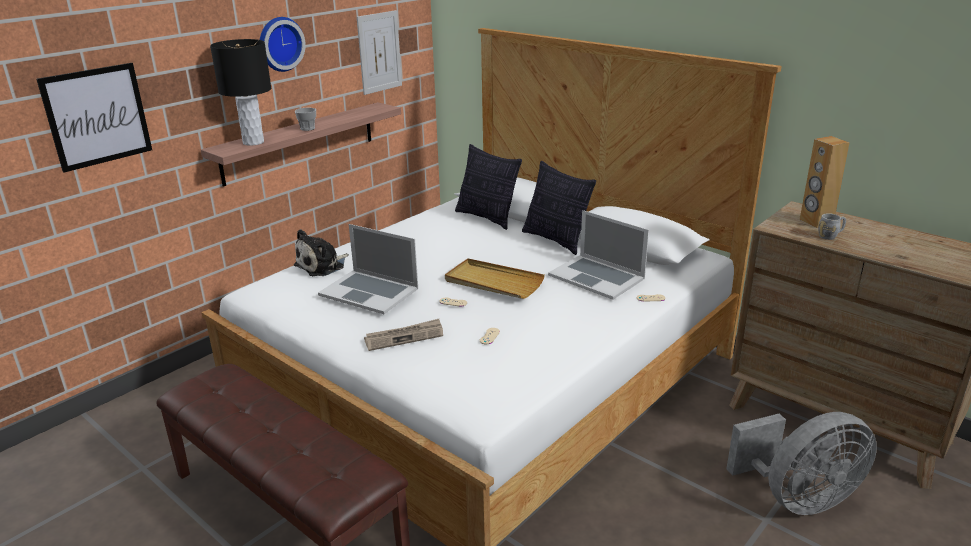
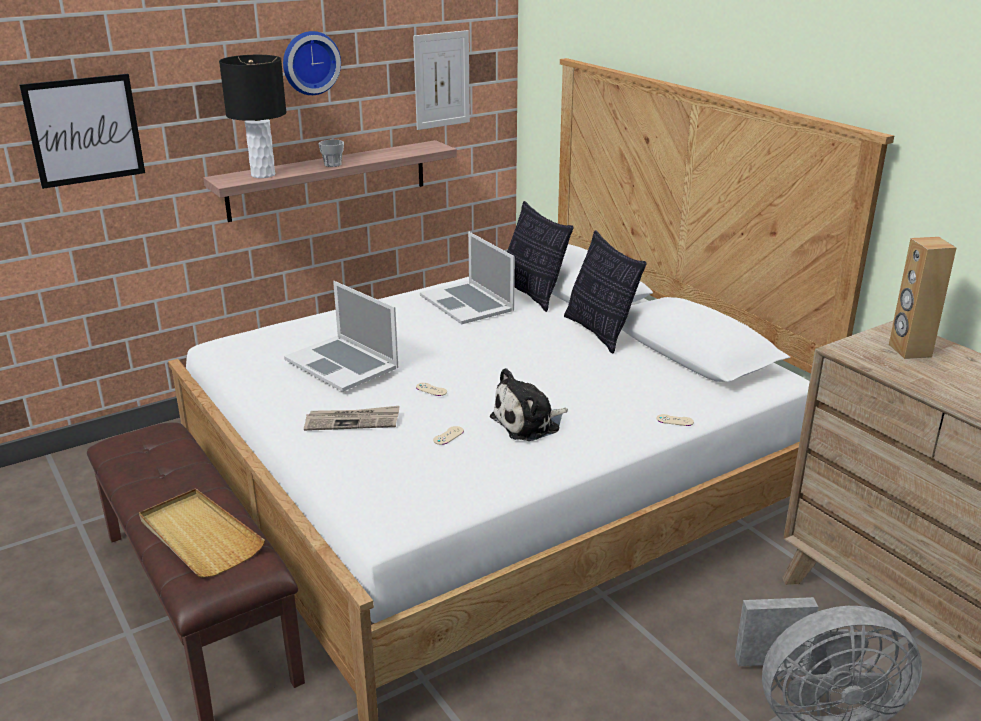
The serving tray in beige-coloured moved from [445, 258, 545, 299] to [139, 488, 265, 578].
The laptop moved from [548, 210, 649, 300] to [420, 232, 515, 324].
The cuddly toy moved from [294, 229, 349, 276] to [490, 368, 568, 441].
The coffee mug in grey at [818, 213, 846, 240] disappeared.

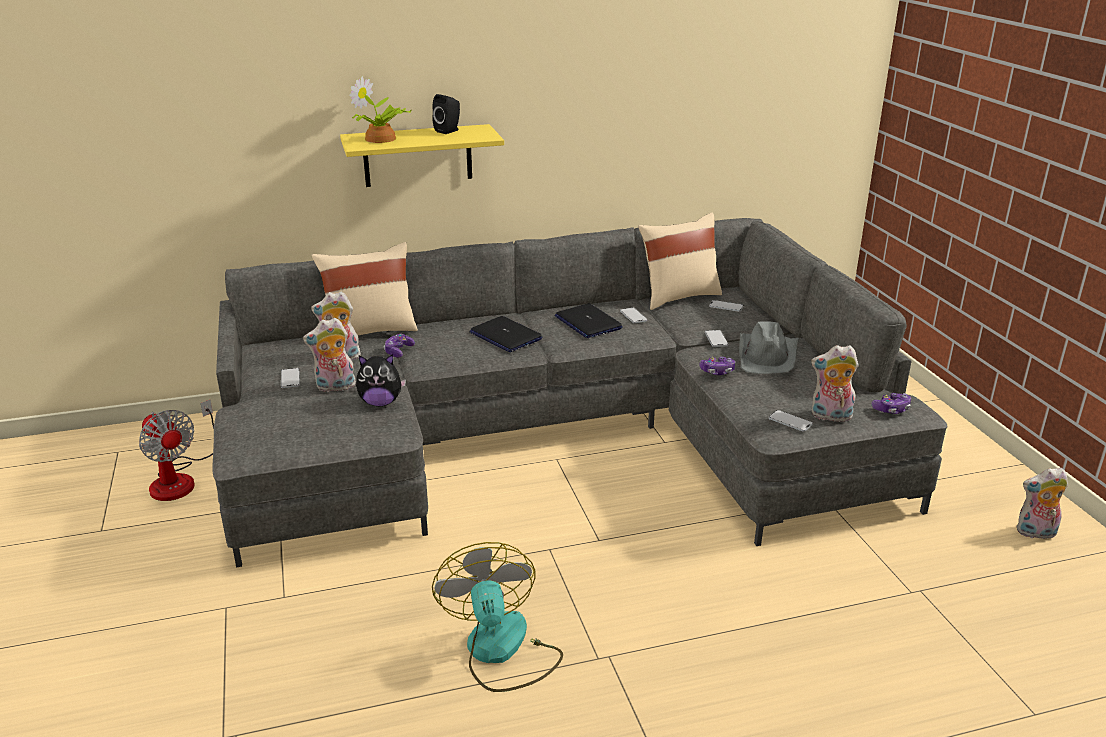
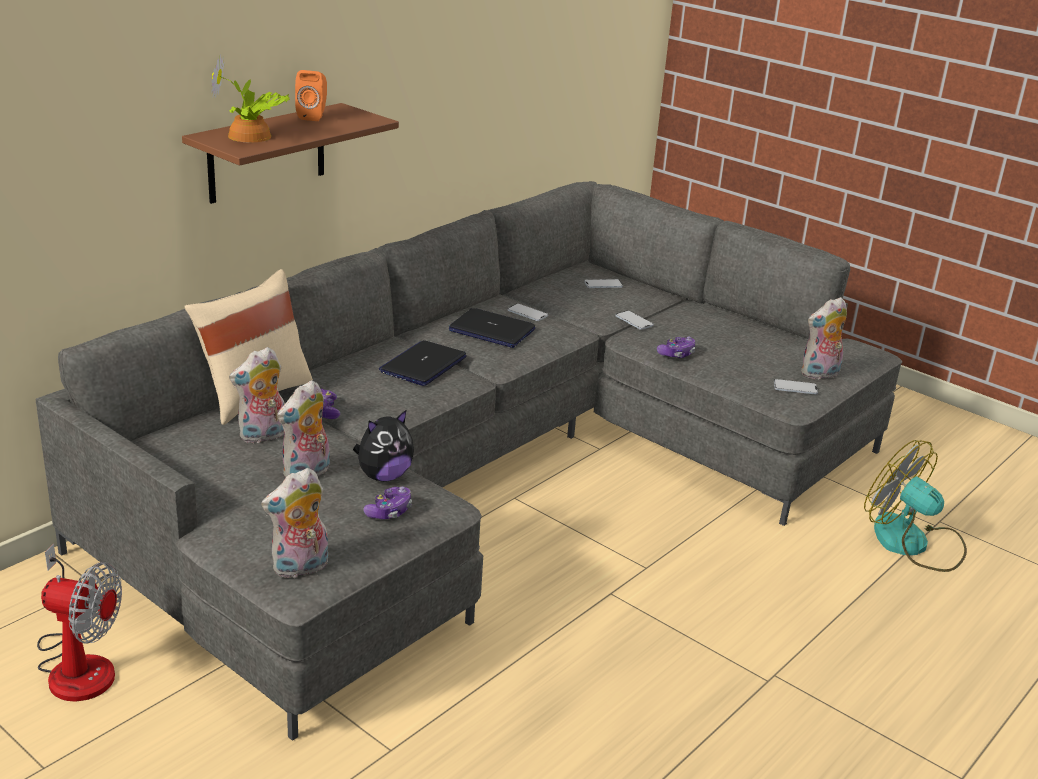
The bracket shelf in yellowish at [340, 124, 504, 187] became the bracket shelf in brown at [182, 103, 399, 204].
The cuddly toy moved from [1016, 468, 1068, 539] to [261, 468, 328, 578].
The speaker in black at [432, 94, 460, 134] became the speaker in orangey at [295, 70, 327, 121].
The game controller moved from [871, 393, 911, 414] to [363, 487, 412, 519].
The laptop at [470, 316, 543, 352] turned 105 degrees clockwise.
The cooling fan moved from [432, 542, 563, 692] to [864, 440, 967, 572].
The telephone at [281, 368, 300, 388] disappeared.
The pillow in beige-coloured at [638, 212, 722, 310] disappeared.
The wearable hat in grey at [739, 322, 798, 374] disappeared.

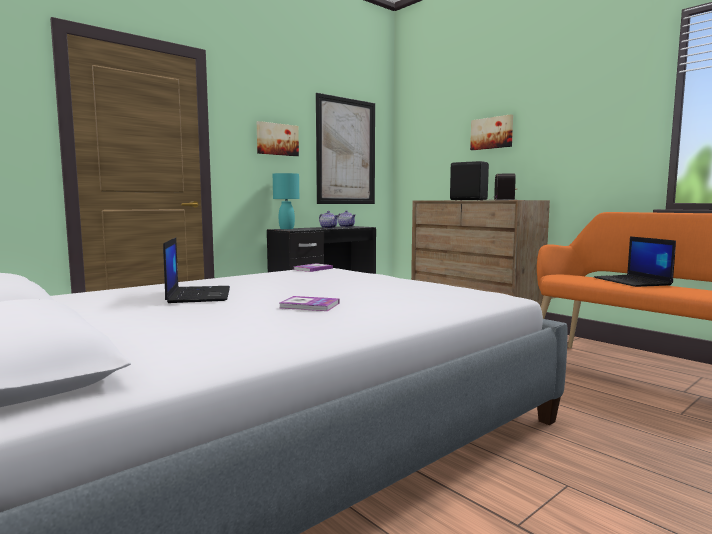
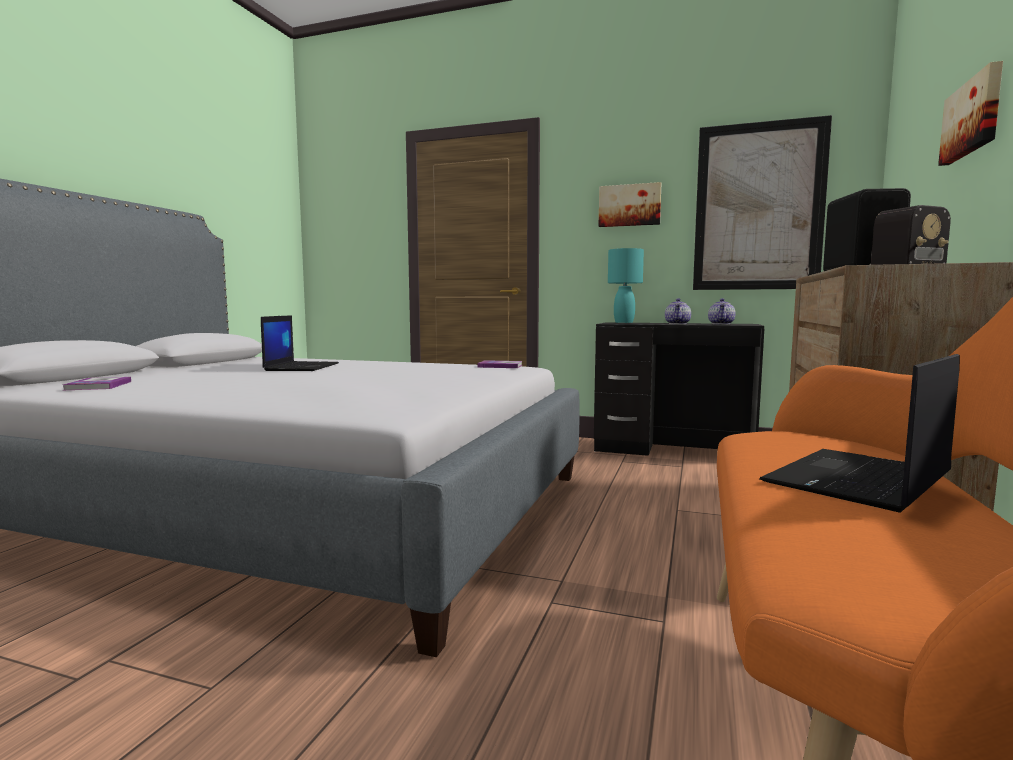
The volume moved from [280, 296, 340, 311] to [63, 377, 131, 390].
The laptop at [163, 238, 230, 303] turned 45 degrees counterclockwise.

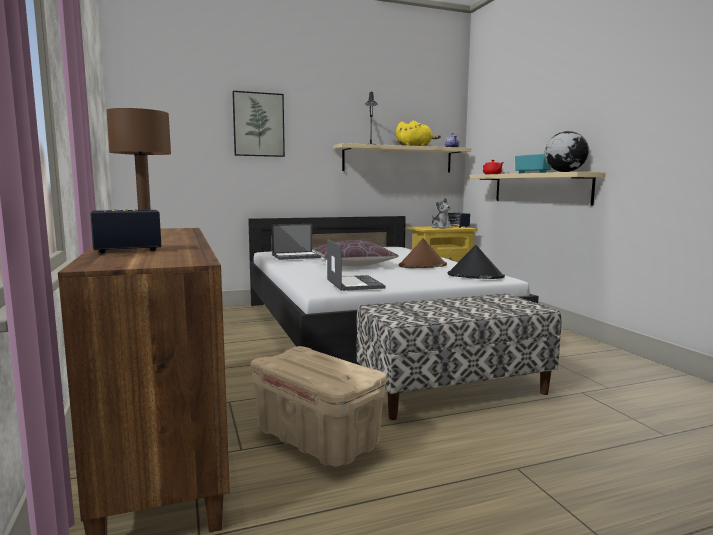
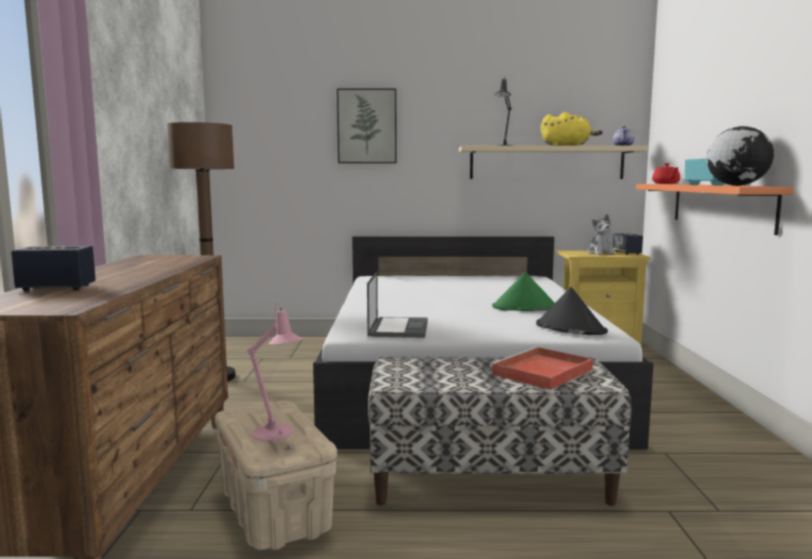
The lamp for a table in pink at [248, 302, 302, 441] appeared.
The serving tray in red-coloured at [490, 347, 593, 390] appeared.
The wearable hat in brown at [399, 238, 447, 268] became the wearable hat in green at [492, 272, 555, 311].
The bracket shelf in beige-coloured at [470, 172, 606, 205] became the bracket shelf in orangey at [636, 184, 794, 235].
The laptop at [272, 224, 321, 260] disappeared.
The pillow in brown at [313, 240, 399, 267] disappeared.

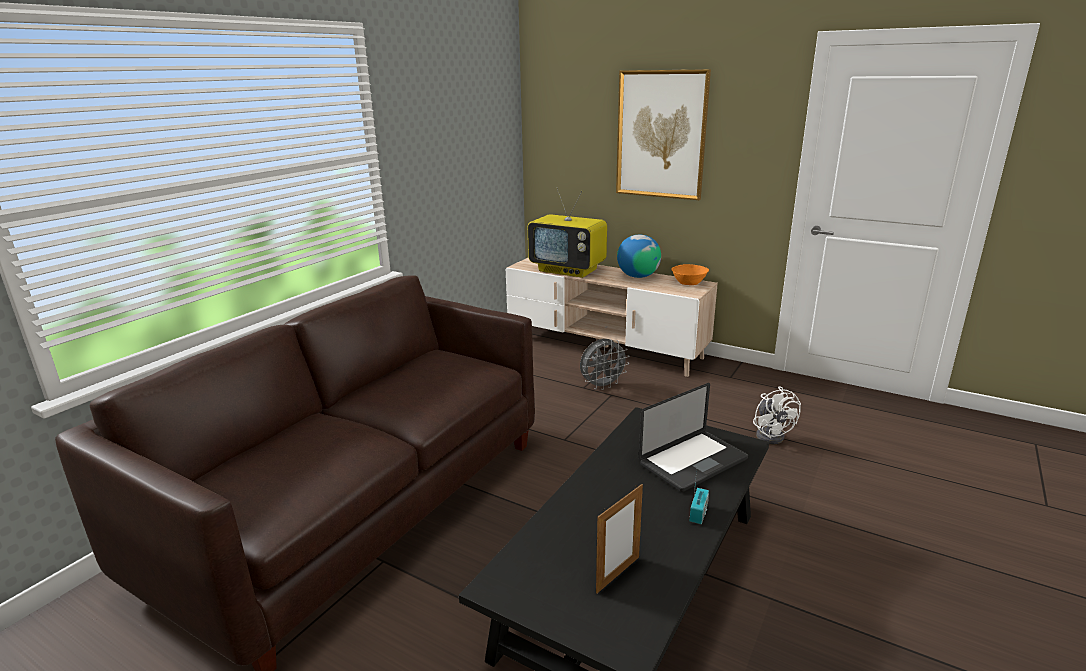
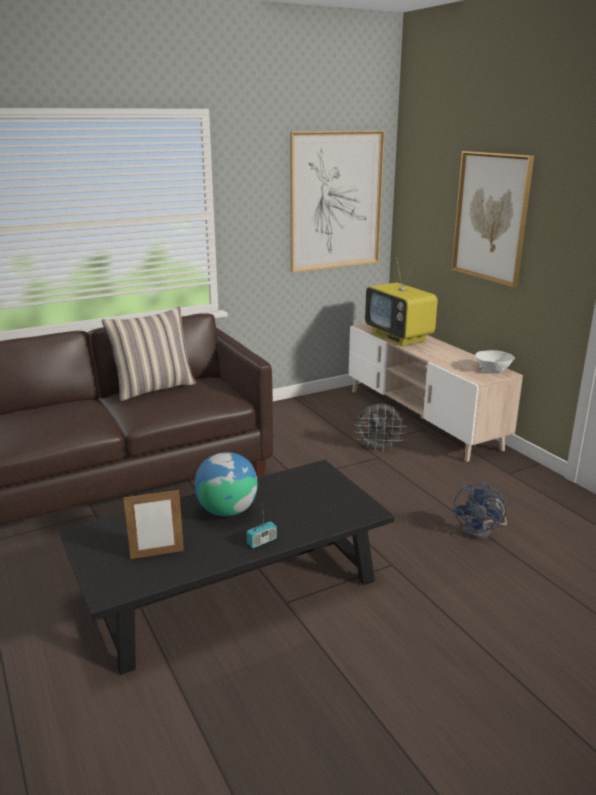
The pillow at [102, 307, 196, 401] appeared.
The globe moved from [617, 235, 661, 278] to [195, 452, 258, 516].
The wall art at [290, 130, 385, 273] appeared.
The cooling fan in whitish at [753, 386, 801, 444] became the cooling fan in bluish at [453, 482, 507, 539].
The bowl in orangey at [672, 264, 709, 285] became the bowl in whitish at [475, 350, 515, 373].
The laptop at [639, 383, 748, 492] disappeared.

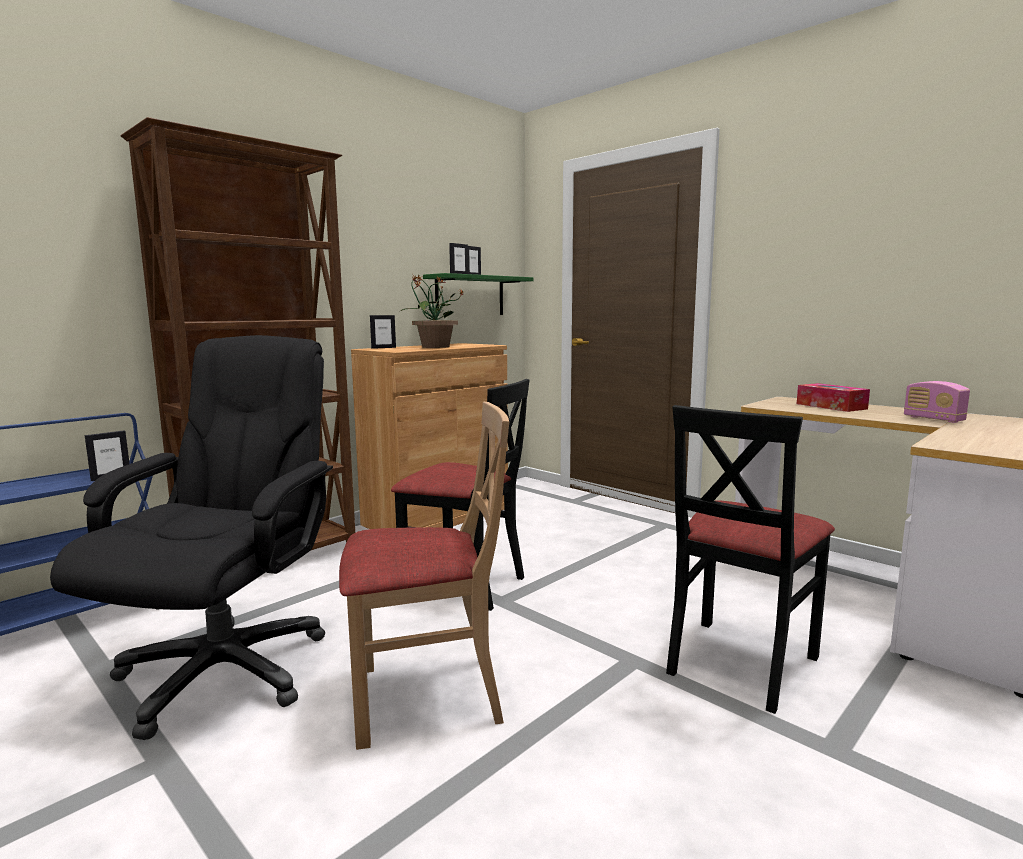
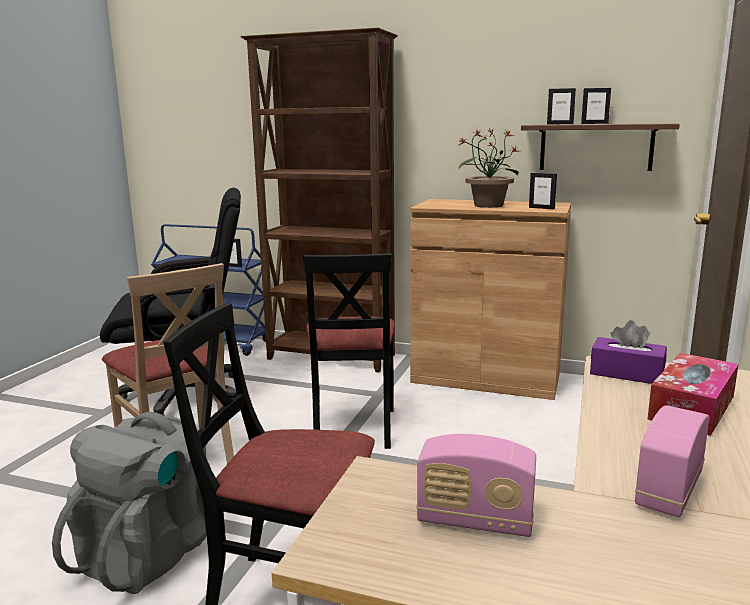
The backpack in grey at [52, 412, 207, 594] appeared.
The radio receiver at [416, 434, 536, 537] appeared.
The bracket shelf in green at [423, 273, 534, 315] became the bracket shelf in brown at [521, 123, 680, 171].
The photo frame moved from [370, 315, 396, 349] to [529, 173, 557, 209].
The tissue holder in purple-coloured at [590, 320, 667, 384] appeared.

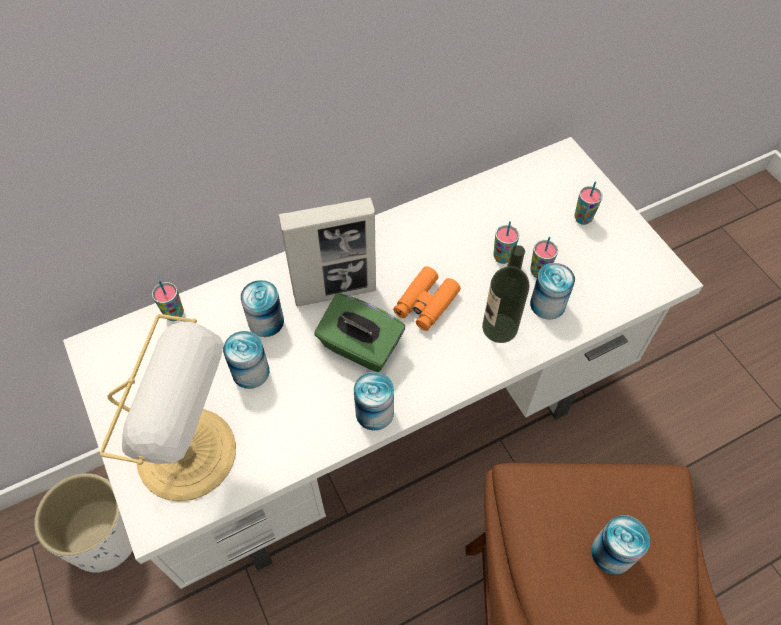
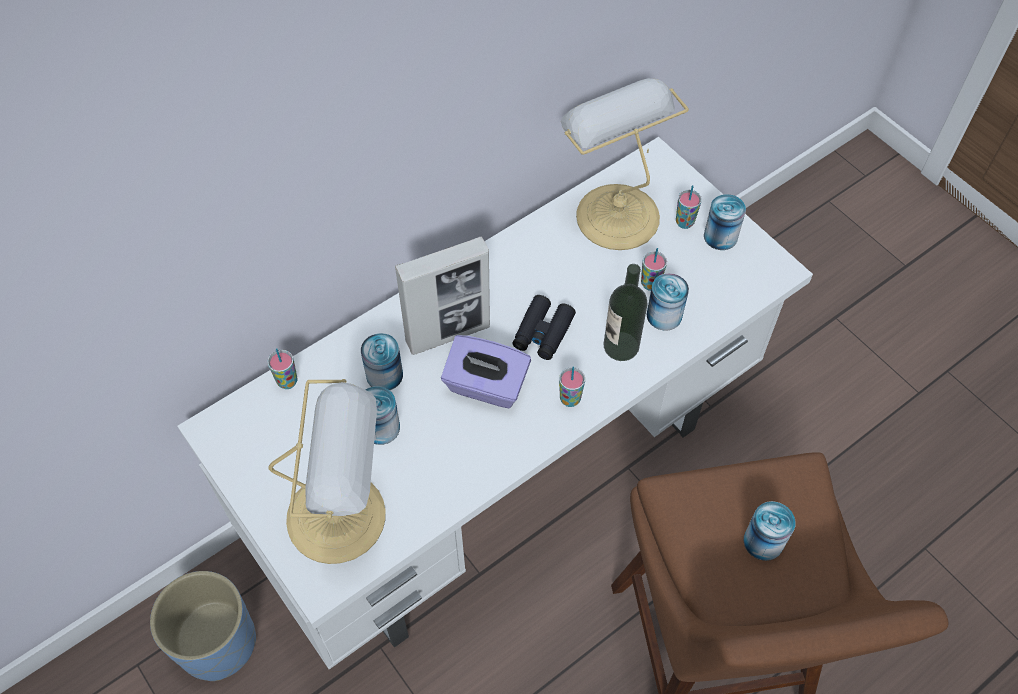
The plant pot in whitish at [34, 473, 133, 573] became the plant pot in bluish at [150, 571, 256, 681].
The tissue holder in green at [314, 293, 405, 372] became the tissue holder in purple-coloured at [441, 335, 531, 408].
The pair of binoculars in orangey at [393, 266, 461, 331] became the pair of binoculars in black at [512, 295, 576, 360].
The cup moved from [493, 221, 519, 264] to [559, 367, 585, 407].
The lamp for a table at [561, 78, 689, 250] appeared.
The metal can moved from [354, 372, 394, 431] to [704, 194, 746, 250].

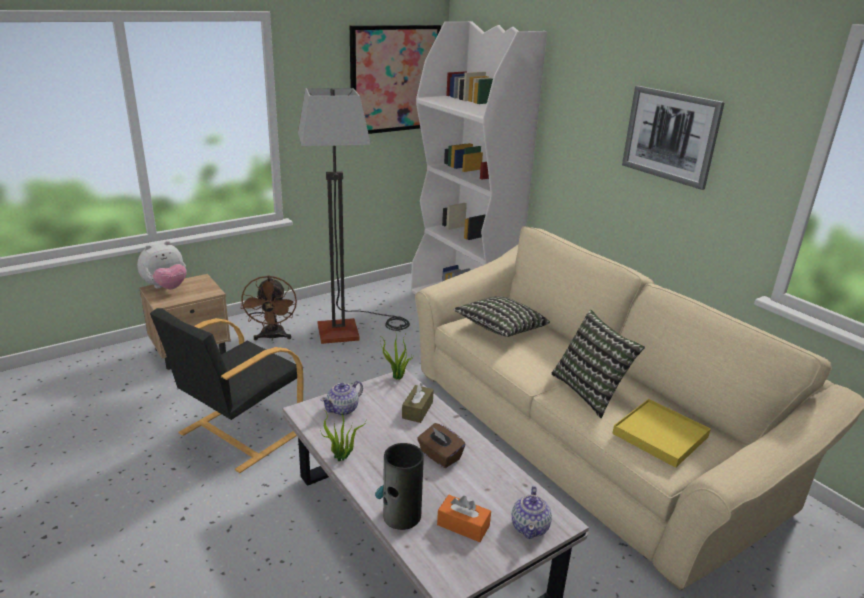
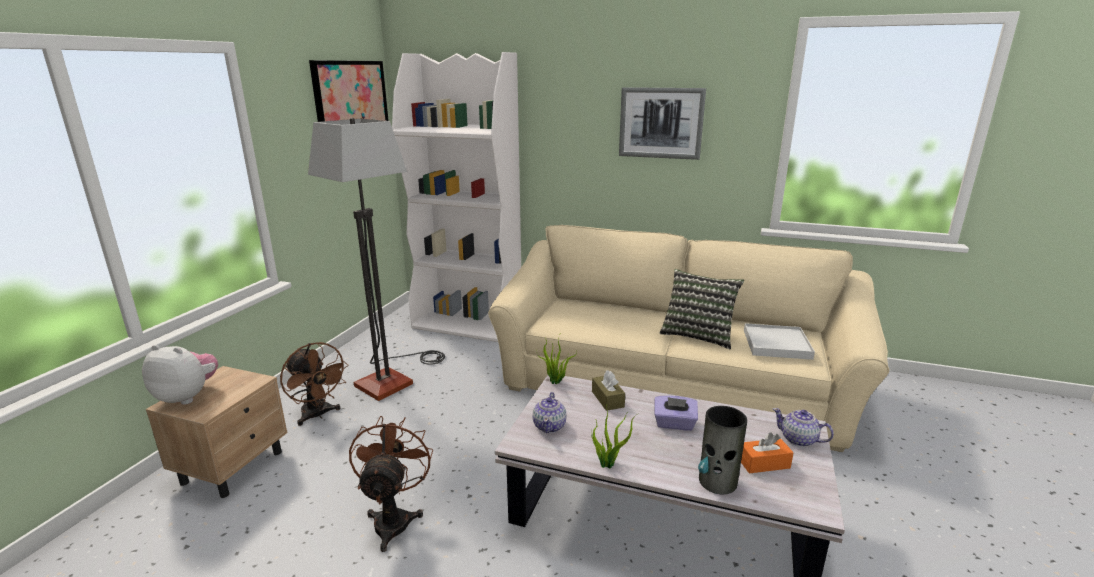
The cuddly toy at [137, 241, 187, 289] turned 90 degrees counterclockwise.
The armchair in black at [150, 308, 303, 473] was replaced by the cooling fan in brown at [349, 416, 433, 552].
The tissue holder in brown at [417, 423, 466, 468] became the tissue holder in purple-coloured at [655, 395, 698, 431].
The serving tray in yellowish at [612, 399, 711, 468] became the serving tray in whitish at [744, 323, 815, 360].
The teapot at [512, 486, 552, 539] turned 150 degrees clockwise.
The pillow at [453, 296, 550, 337] disappeared.

